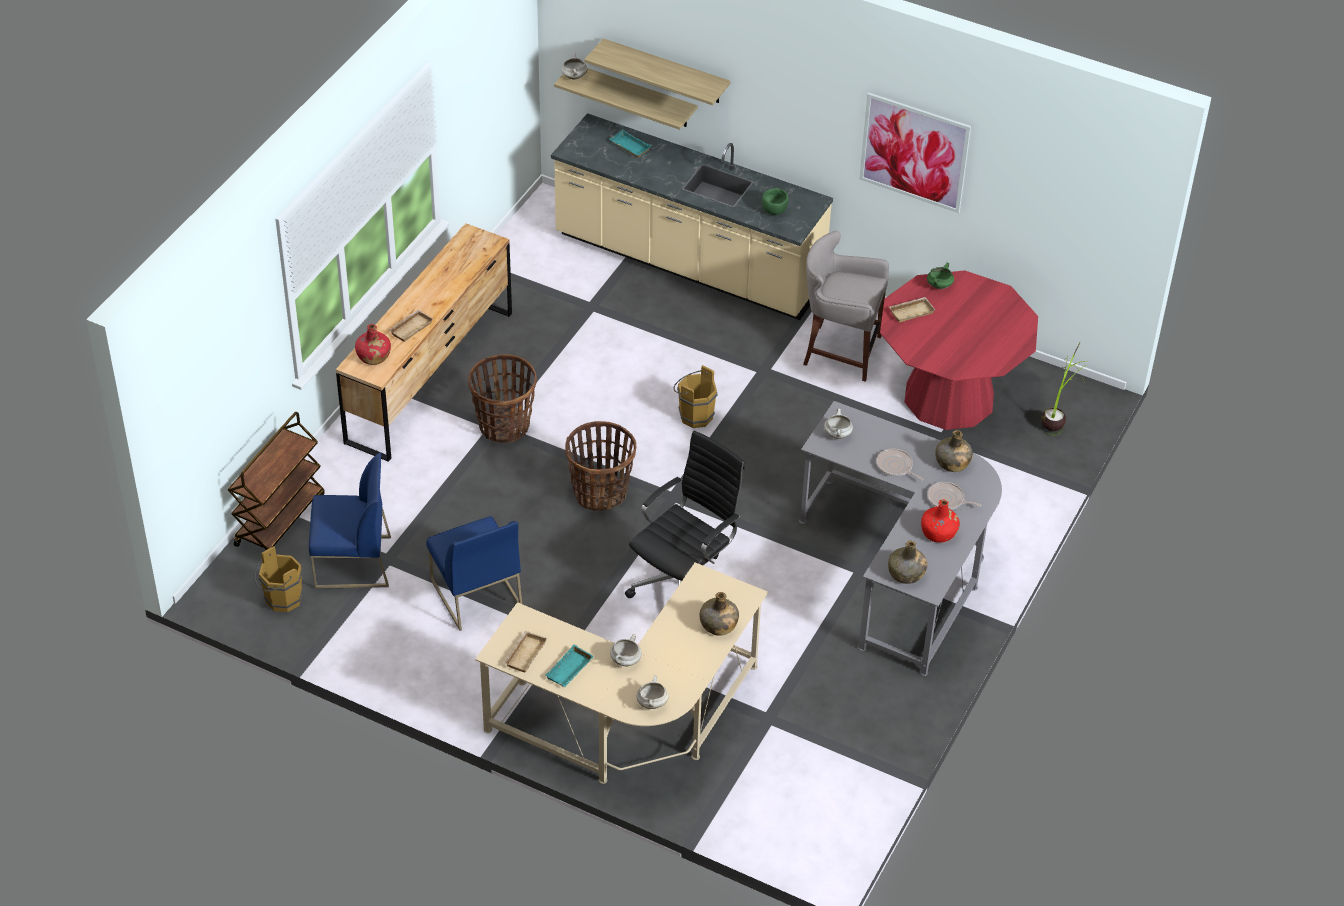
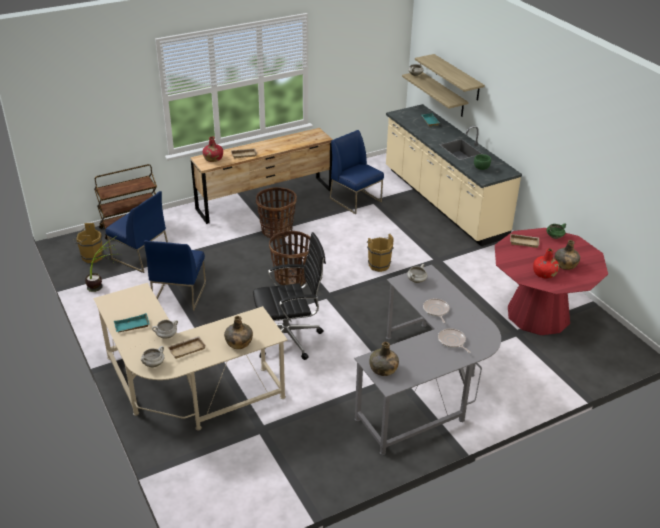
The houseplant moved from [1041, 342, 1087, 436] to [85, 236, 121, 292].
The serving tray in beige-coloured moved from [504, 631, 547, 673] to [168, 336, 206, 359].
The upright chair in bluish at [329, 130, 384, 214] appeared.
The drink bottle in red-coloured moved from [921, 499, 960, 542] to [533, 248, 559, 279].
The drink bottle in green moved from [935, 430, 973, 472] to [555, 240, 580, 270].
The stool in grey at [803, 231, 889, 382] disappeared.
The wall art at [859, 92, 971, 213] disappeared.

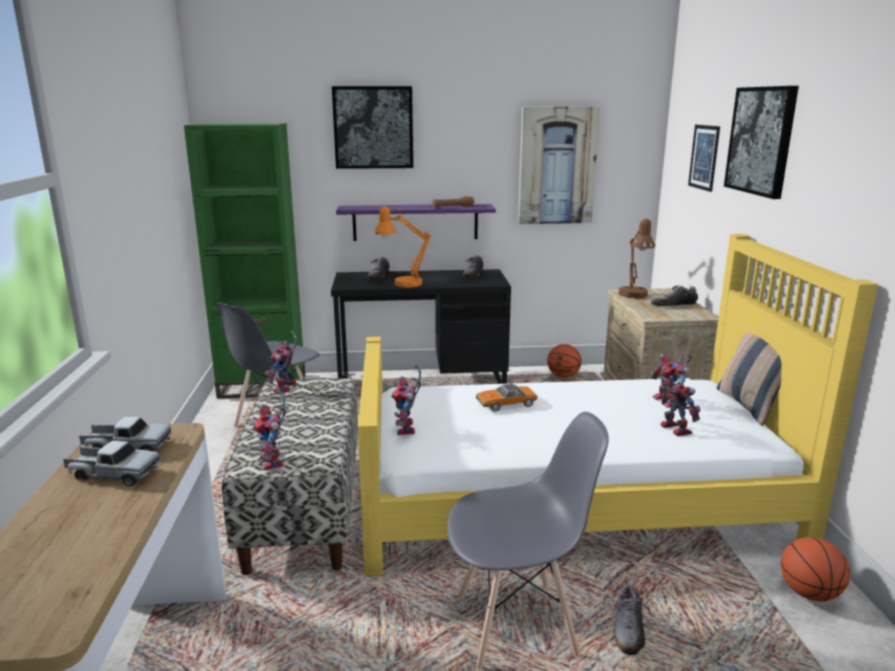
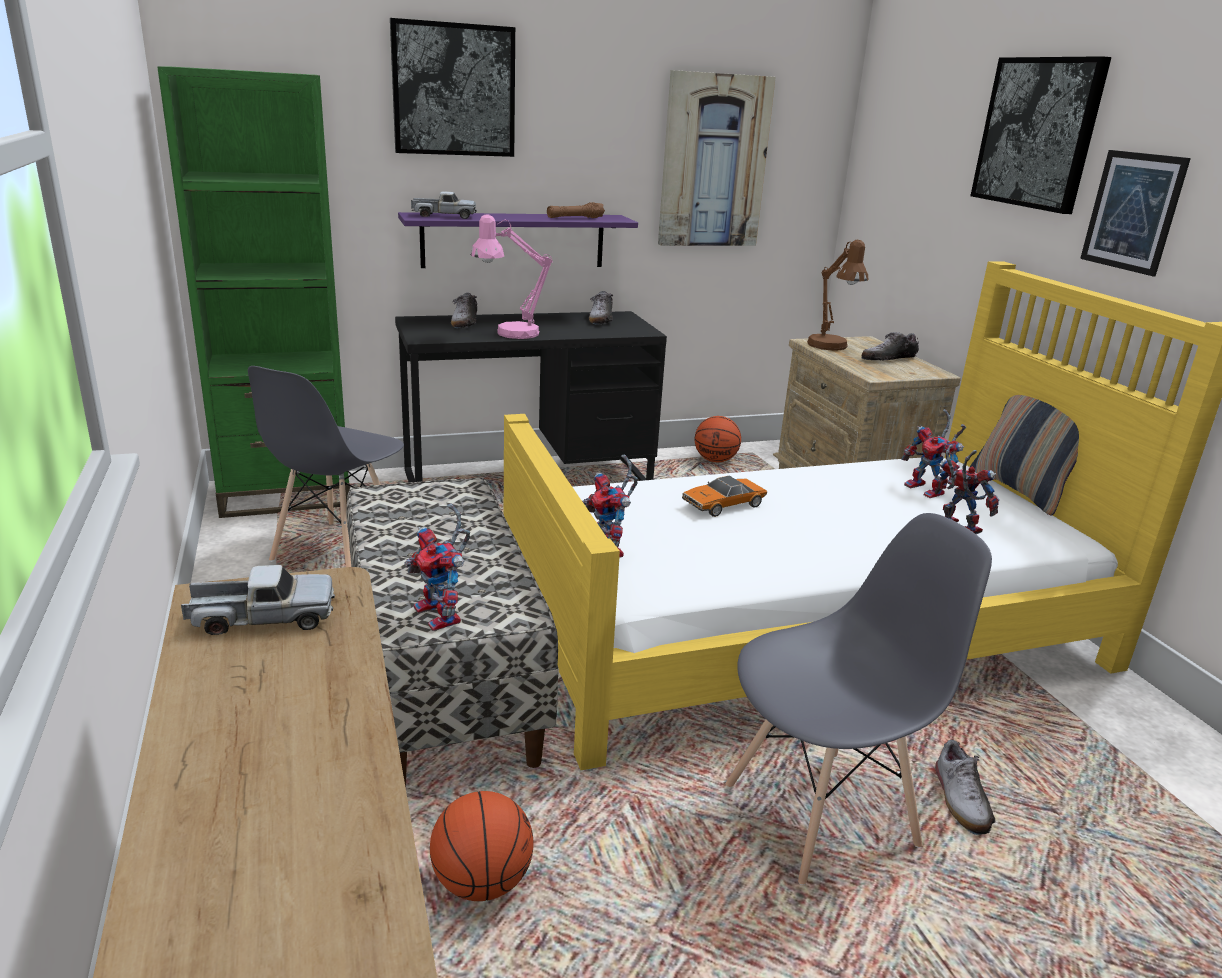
The toy lorry moved from [63, 441, 161, 486] to [411, 191, 477, 219].
The ball for basketball moved from [781, 537, 850, 601] to [430, 791, 534, 901].
The lamp for a table in orangey at [374, 206, 431, 288] became the lamp for a table in pink at [471, 214, 553, 339].
The wall art moved from [688, 125, 720, 192] to [1080, 150, 1191, 276].
The toy robot at [265, 331, 297, 393] disappeared.

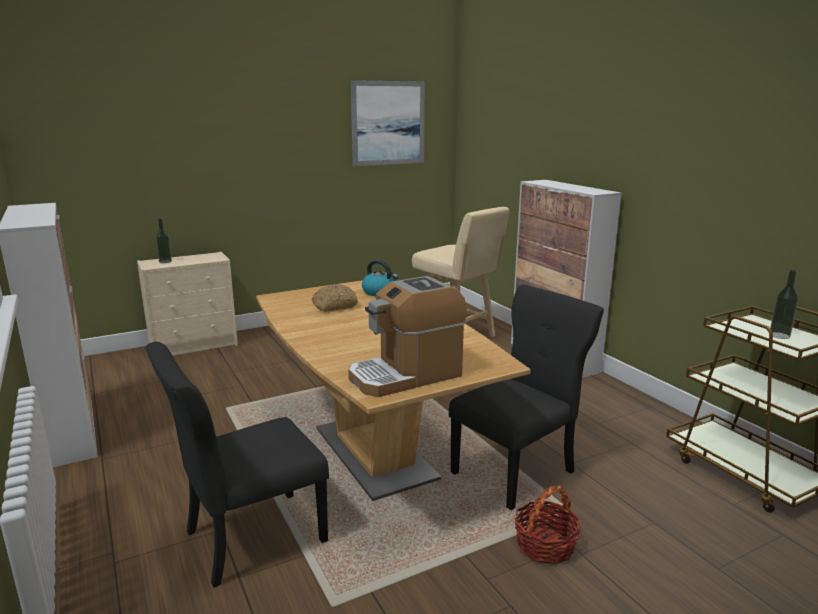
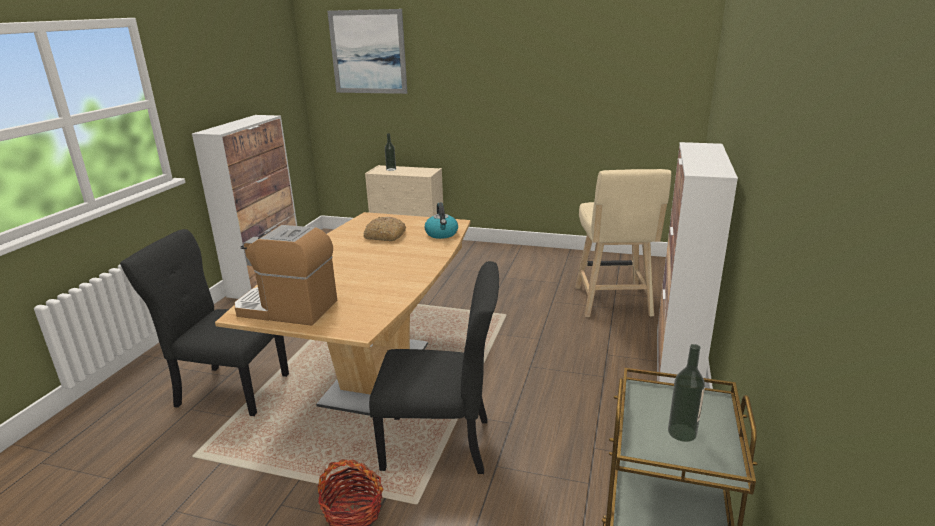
The wall art moved from [351, 80, 425, 166] to [327, 9, 407, 94].

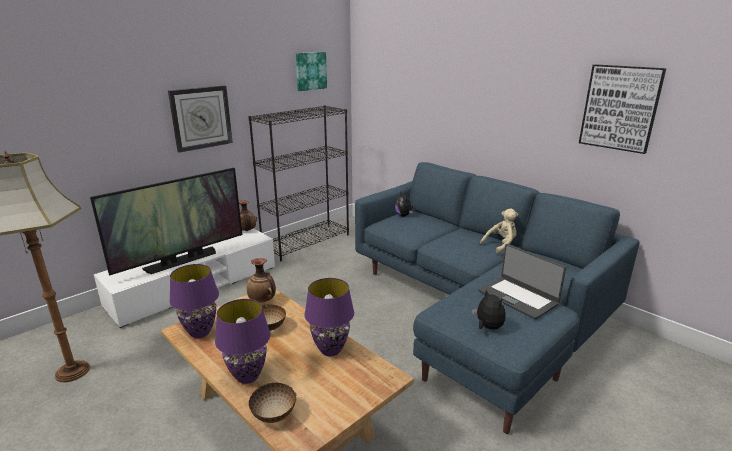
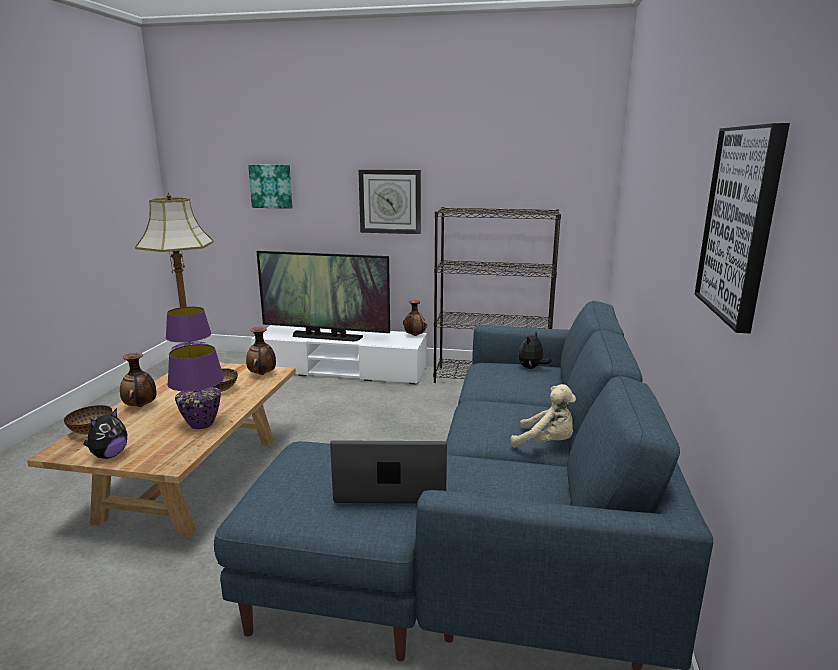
The cuddly toy moved from [472, 289, 506, 330] to [83, 408, 127, 459].
The lamp for a table in purple-coloured at [215, 299, 271, 384] was replaced by the vase at [120, 353, 157, 407].
The wall art moved from [296, 52, 327, 91] to [248, 165, 293, 209].
The laptop at [478, 244, 566, 319] turned 75 degrees clockwise.

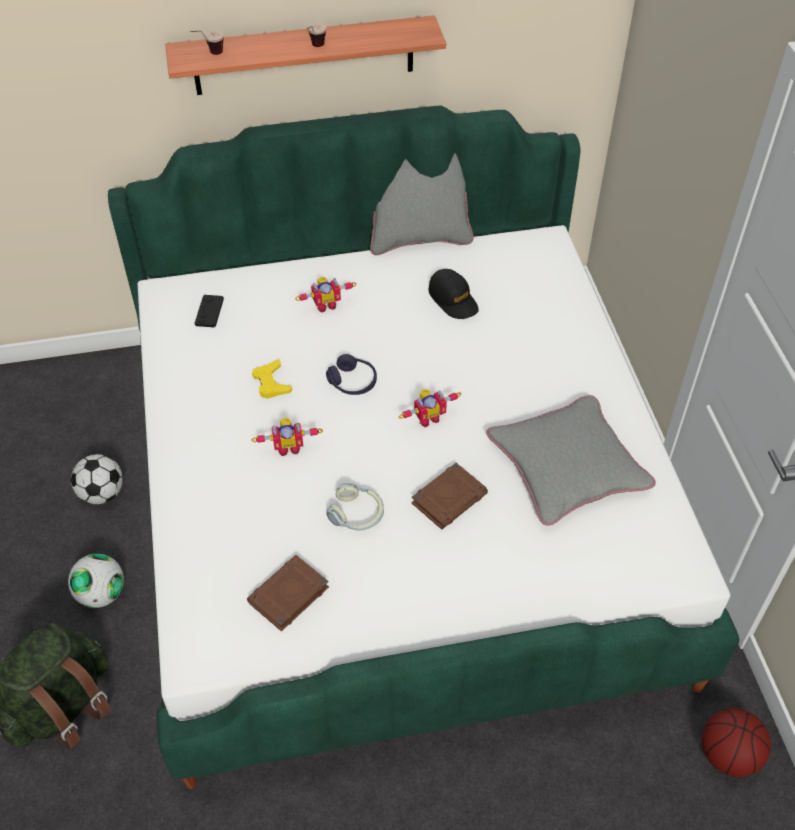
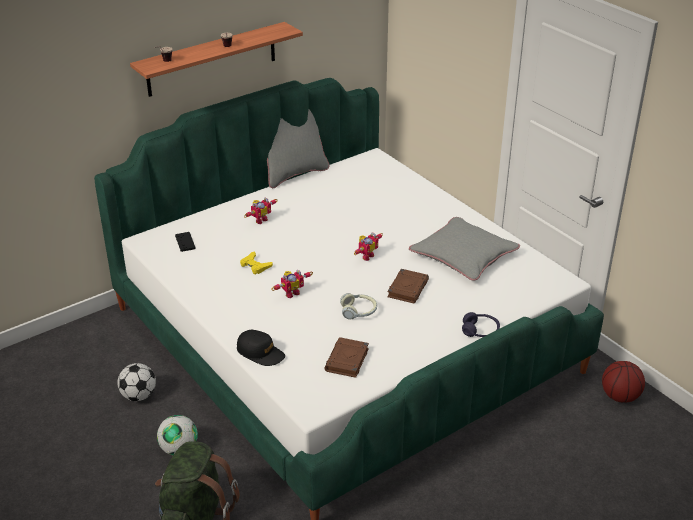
The cap in black moved from [429, 269, 479, 319] to [237, 330, 285, 366].
The headphones in purple-coloured moved from [326, 354, 377, 395] to [462, 312, 500, 337].

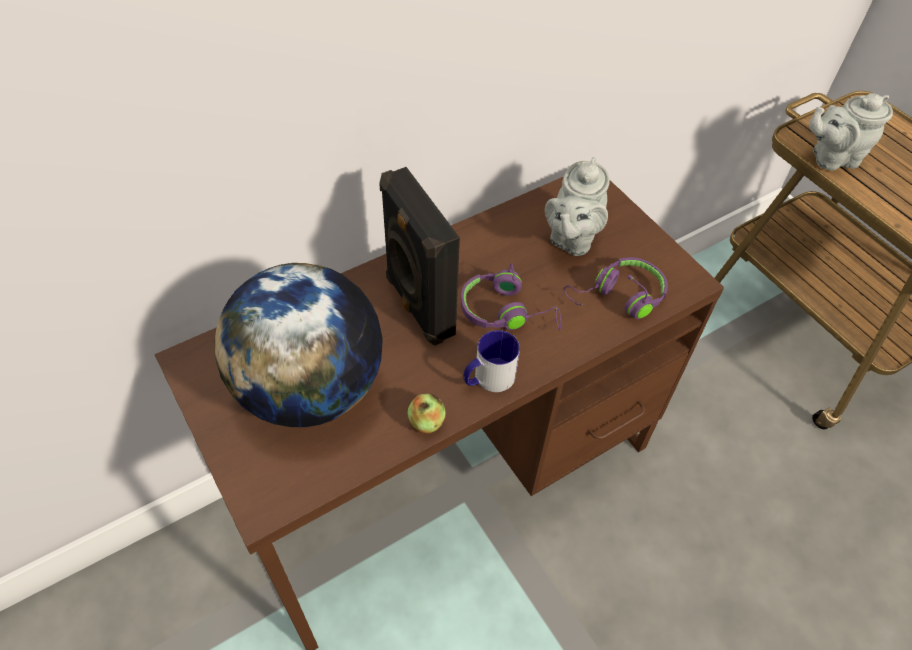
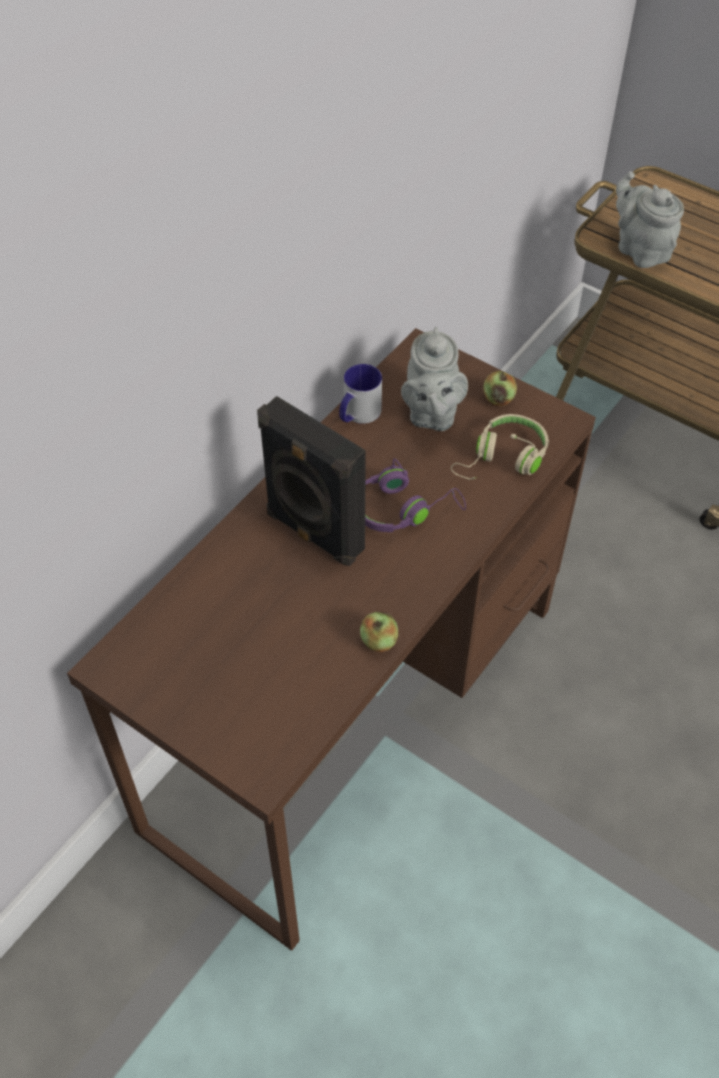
The coffee mug moved from [463, 330, 520, 392] to [339, 364, 382, 424].
The headphones in purple-coloured at [564, 257, 668, 319] became the headphones in beige-coloured at [451, 414, 549, 480].
The whole apple at [483, 371, 517, 406] appeared.
The teapot in grey at [809, 93, 893, 171] turned 90 degrees clockwise.
The globe at [214, 263, 383, 427] disappeared.

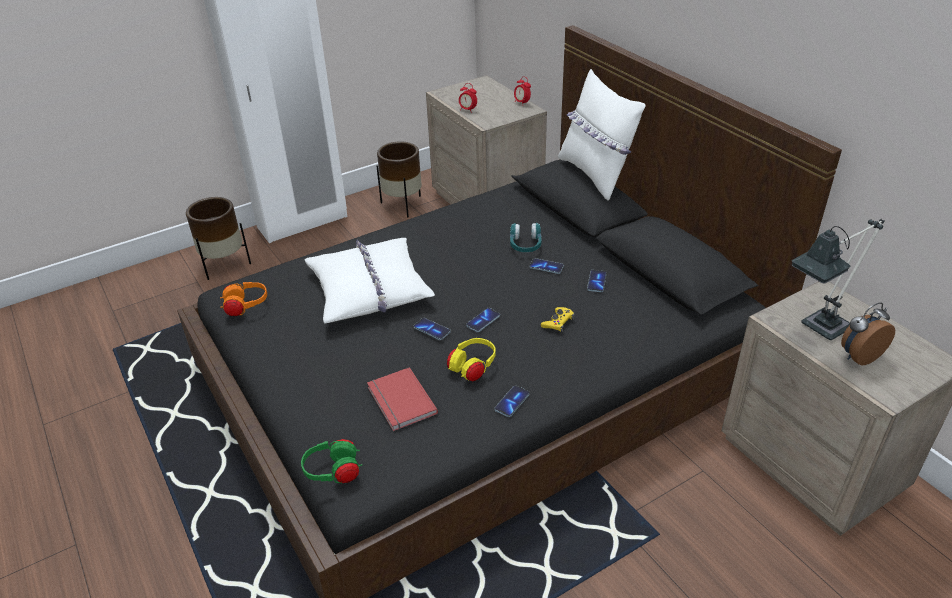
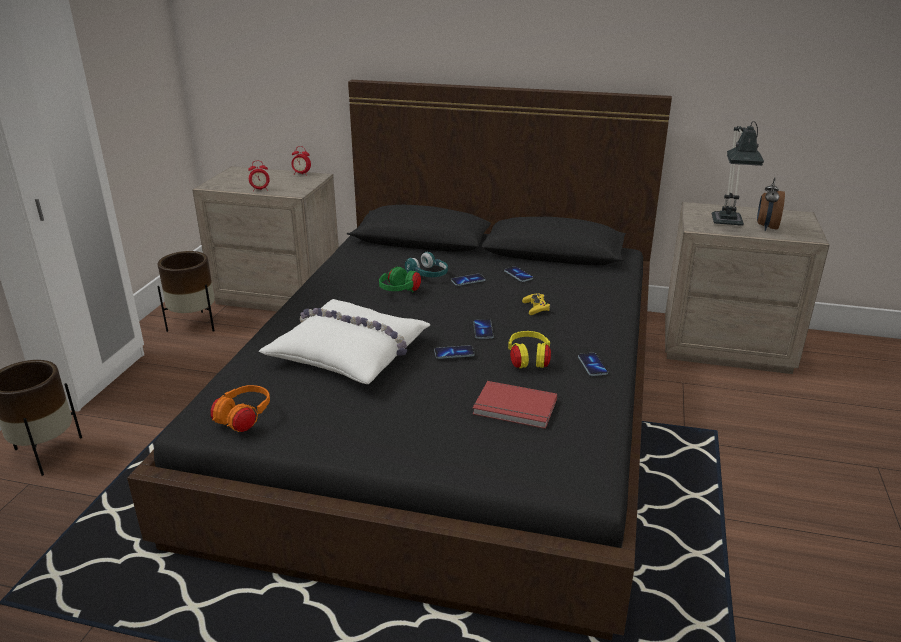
The headphones in green moved from [301, 439, 362, 483] to [379, 266, 421, 293].
The pillow in whitish at [558, 69, 646, 201] disappeared.

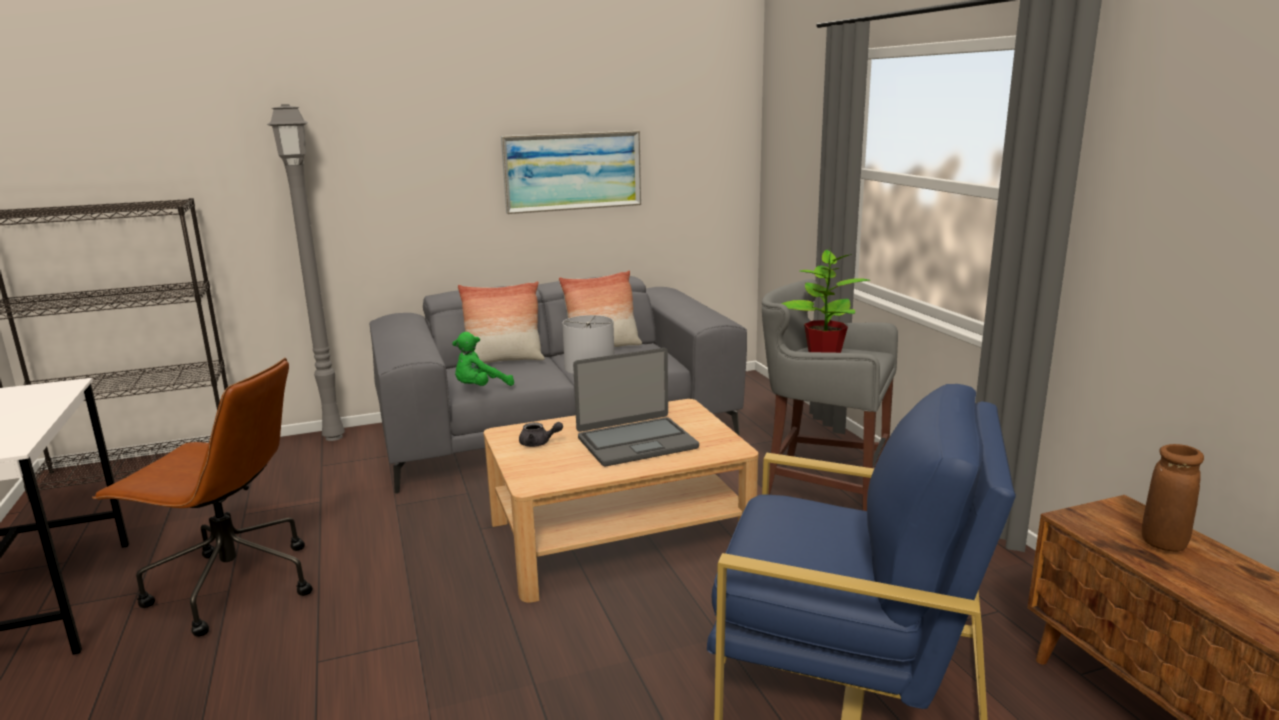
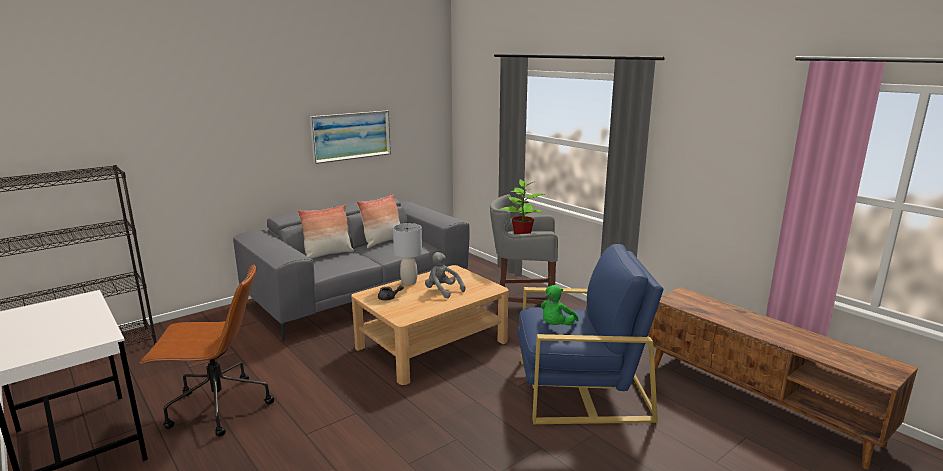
The laptop at [573, 348, 699, 467] was replaced by the cuddly toy in grey at [425, 252, 465, 298].
The cuddly toy in green moved from [452, 332, 514, 386] to [541, 285, 579, 326].
The standard lamp in grey at [267, 104, 345, 441] disappeared.
The vase in brown at [1142, 444, 1204, 552] disappeared.

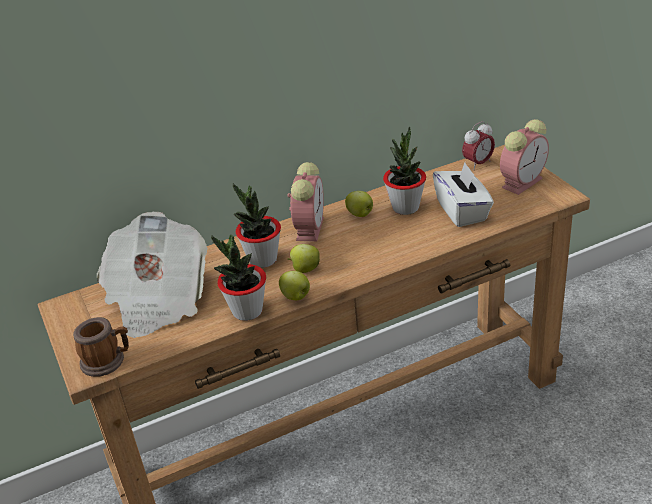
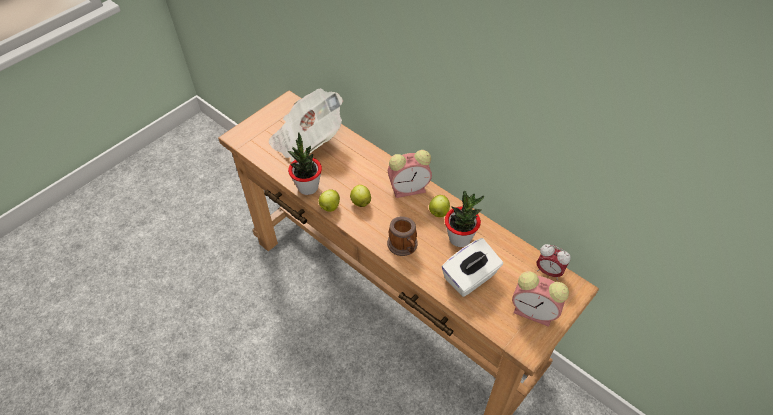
The coffee mug moved from [73, 317, 129, 377] to [387, 216, 418, 256].
The houseplant at [233, 183, 281, 268] disappeared.

